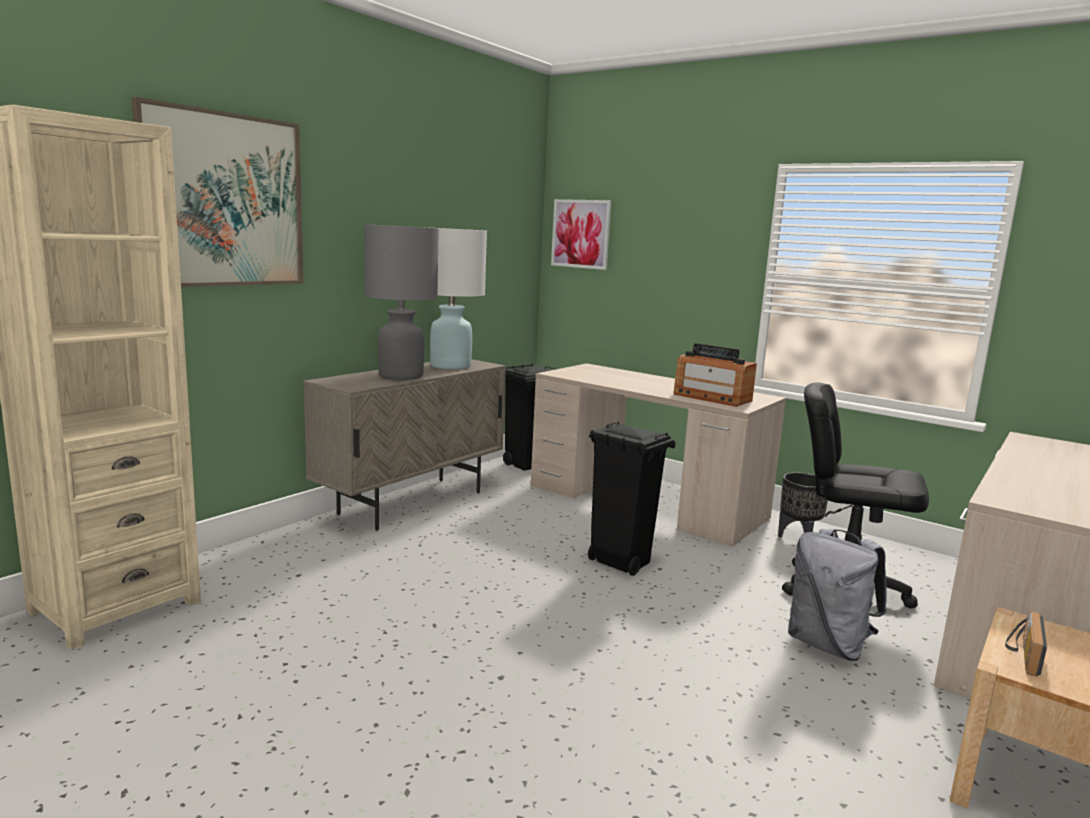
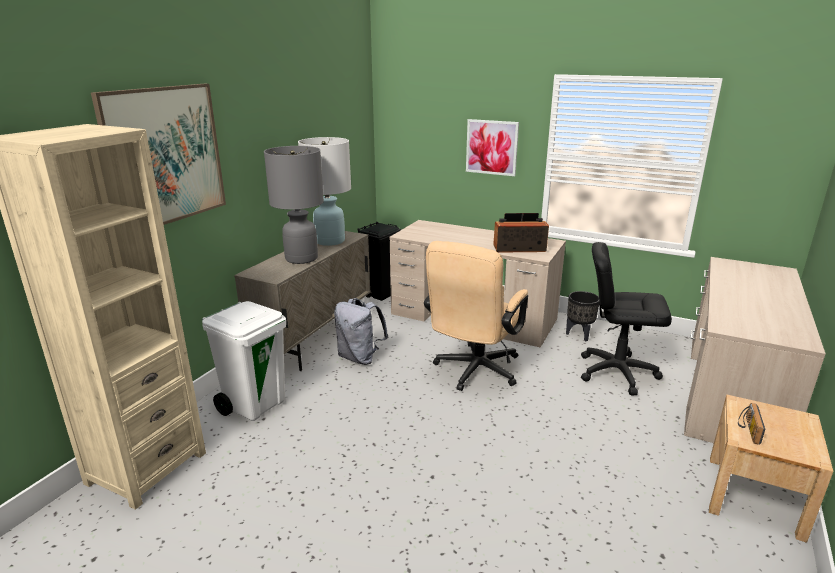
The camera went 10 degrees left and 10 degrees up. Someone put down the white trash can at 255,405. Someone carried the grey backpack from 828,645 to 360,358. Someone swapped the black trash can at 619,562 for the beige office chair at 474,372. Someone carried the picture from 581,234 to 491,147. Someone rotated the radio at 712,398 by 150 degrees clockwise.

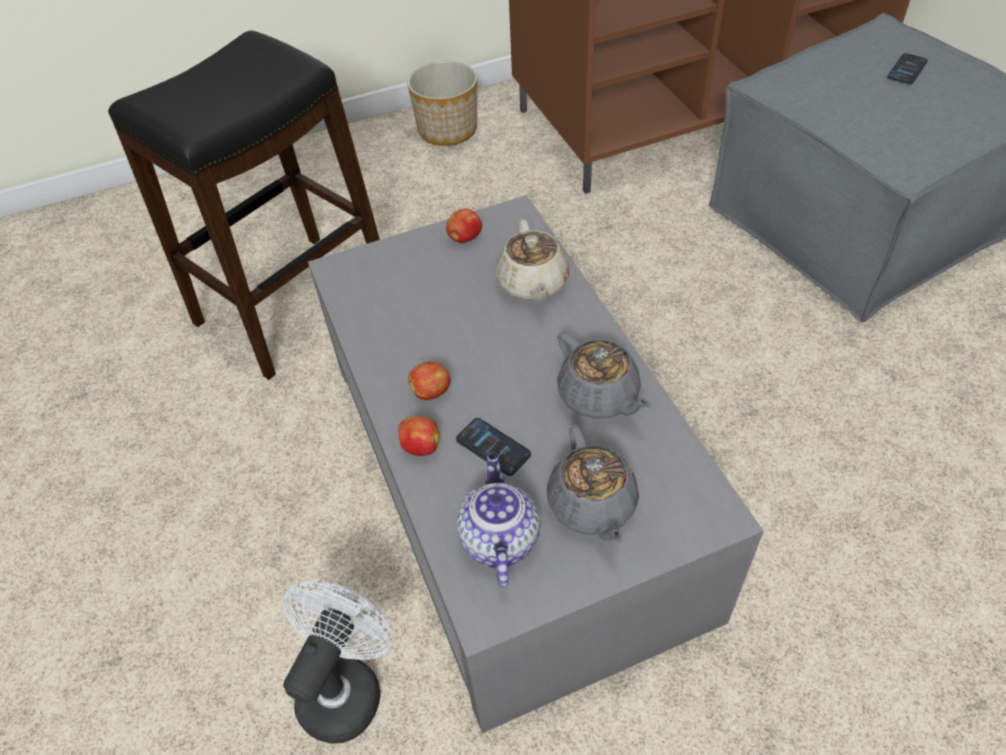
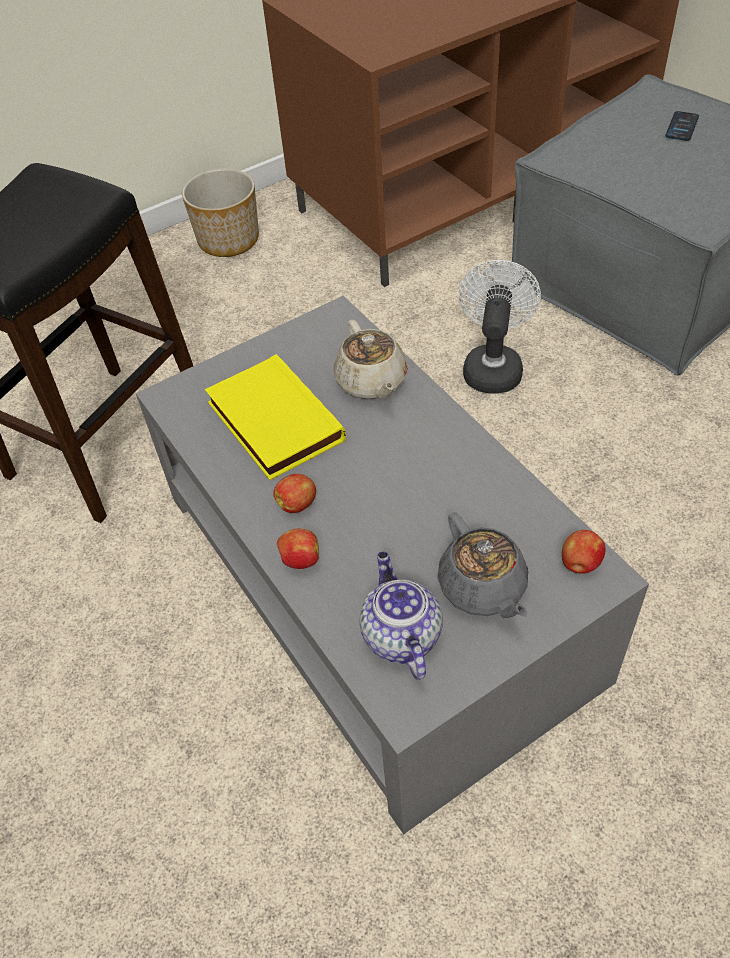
The camera went 10 degrees left and 0 degrees up. Someone put down the yellow book at 272,422. Someone carried the white fan from 345,686 to 493,366. Someone carried the apple from 464,238 to 580,563. Someone took away the phone at 493,447. Someone took away the grey teapot at 599,396.

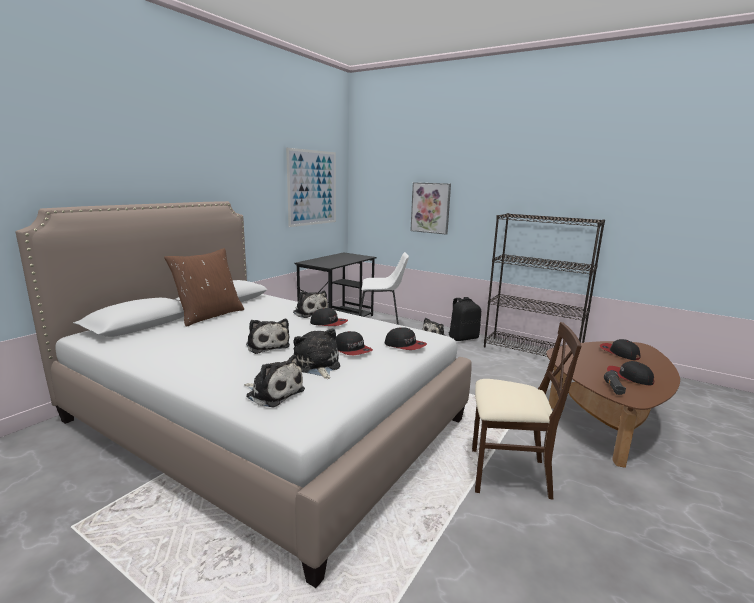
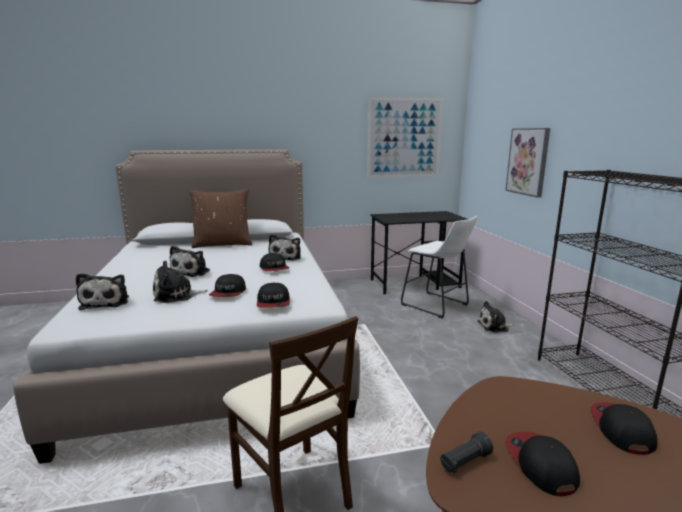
The camera went 45 degrees right and 0 degrees up. Someone rotated the plush toy at 317,366 by 135 degrees counterclockwise. Someone took away the black backpack at 463,338.

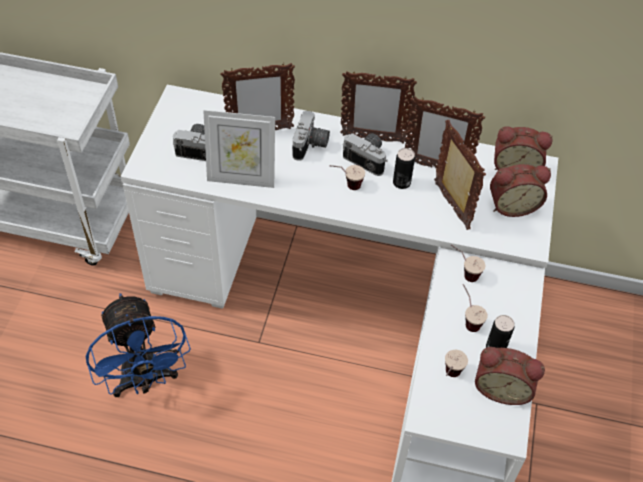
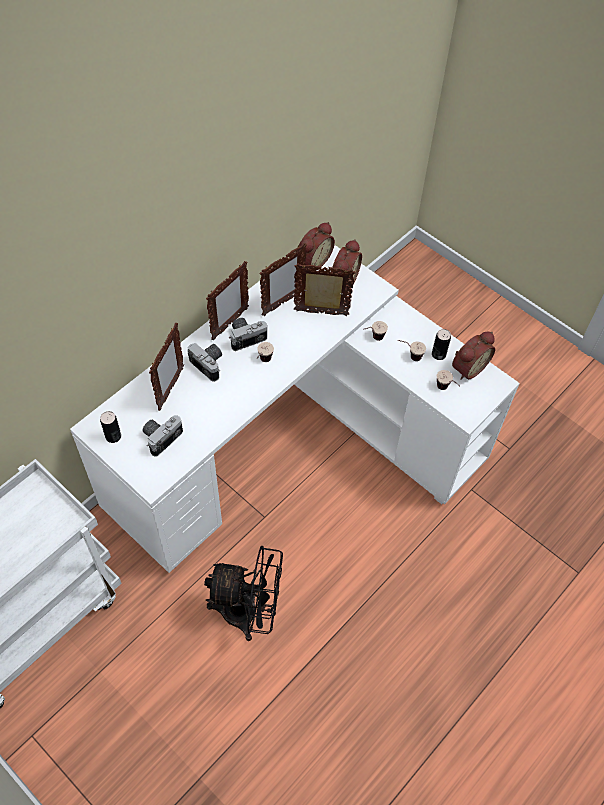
The camera went 60 degrees left and 5 degrees up. Someone carried the can from 401,182 to 113,436. Someone repainted the blue fan at 144,381, which became the black fan at 249,612. Someone took away the picture frame at 241,179.

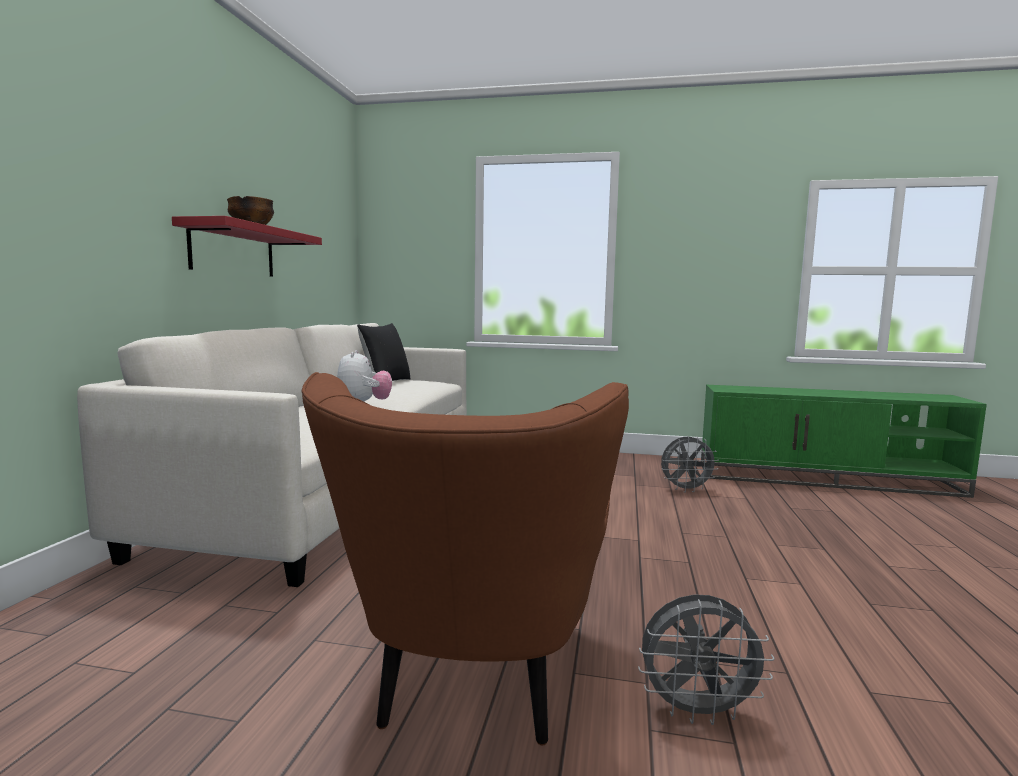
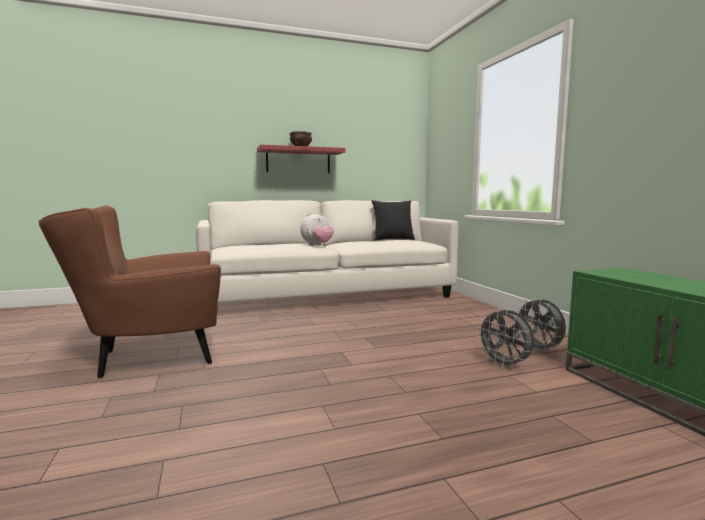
The camera went 60 degrees right and 0 degrees up. Someone carried the grey fan from 697,711 to 539,349.

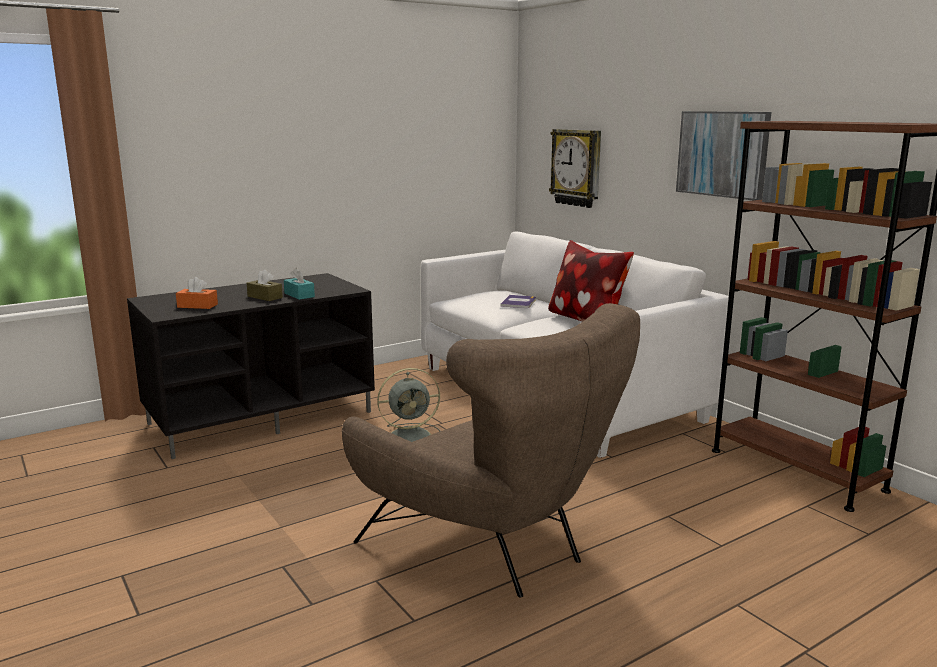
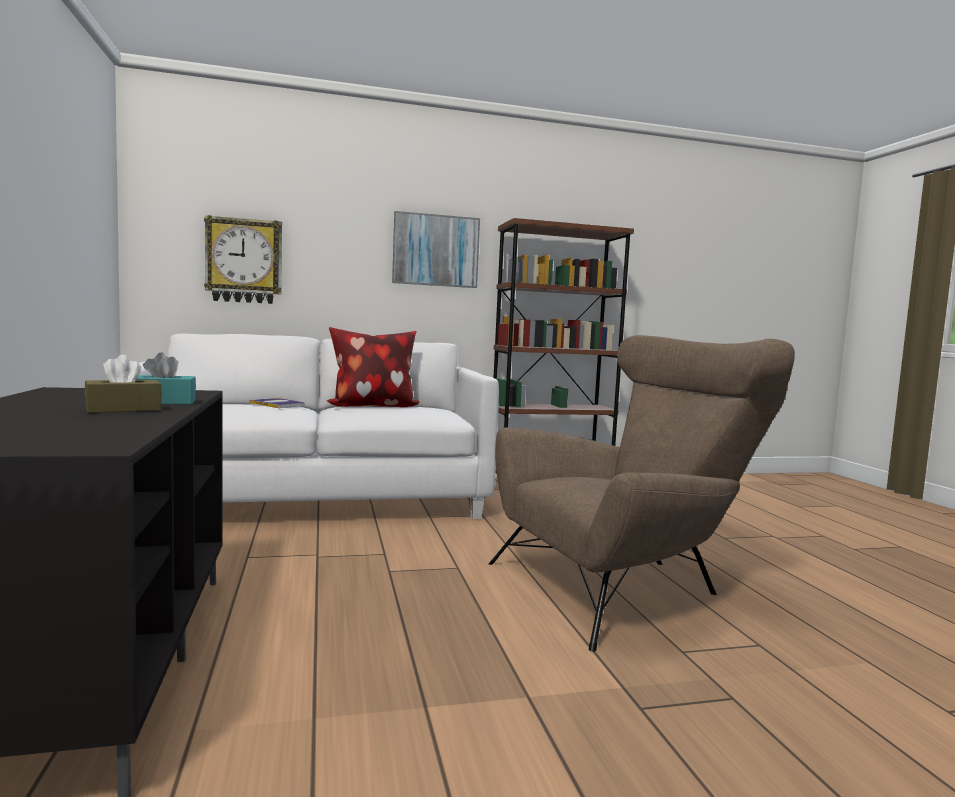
The camera went 70 degrees left and 10 degrees down. Someone took away the orange tissue box at 197,306. Someone took away the grey fan at 412,436.

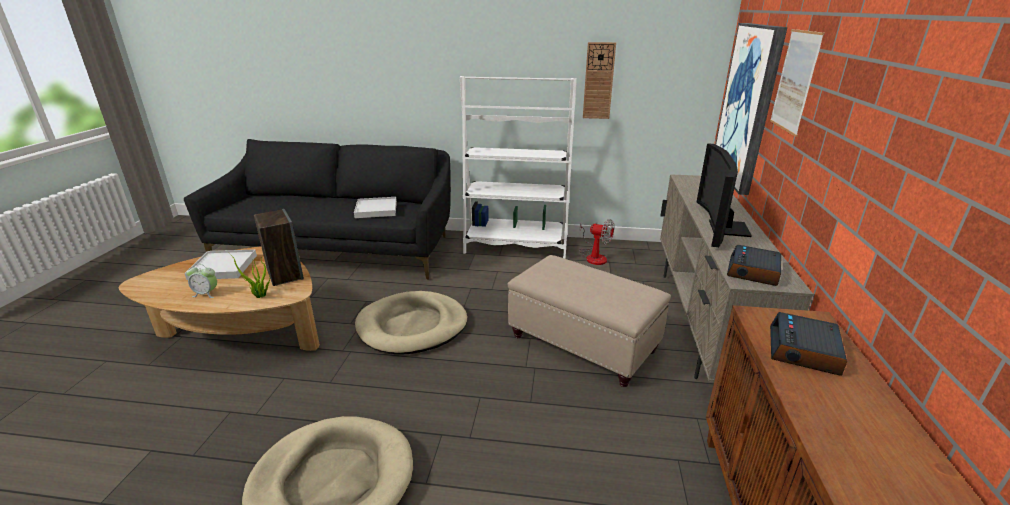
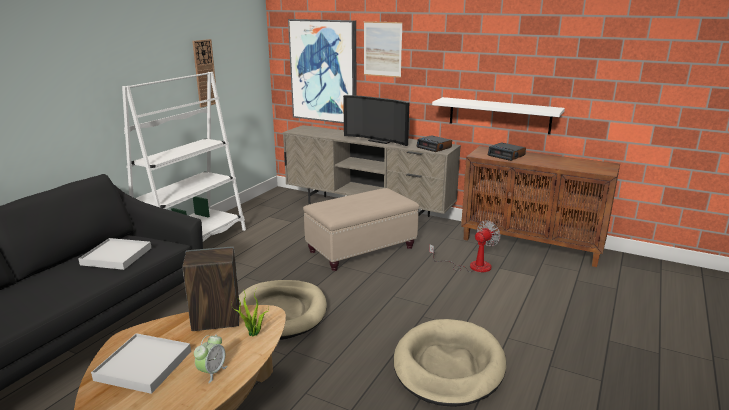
The camera went 70 degrees left and 5 degrees down. Someone carried the fan from 593,256 to 471,266. Someone put up the white shelf at 499,115.

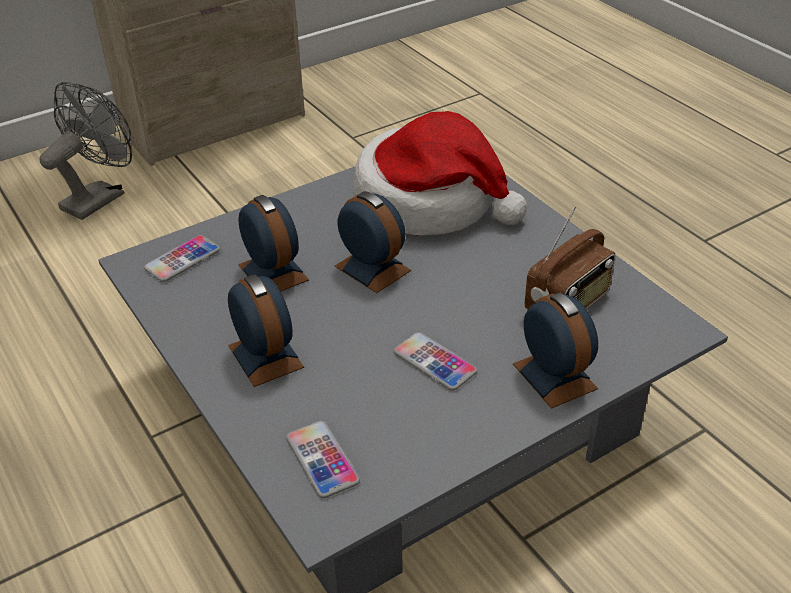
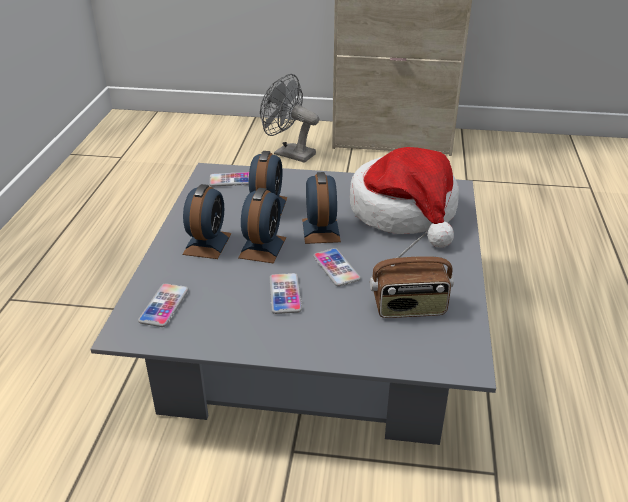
The camera went 40 degrees right and 5 degrees down. Someone carried the alarm clock from 554,376 to 262,247. Someone rotated the grey fan at 100,197 by 135 degrees counterclockwise. Someone put down the phone at 336,268.

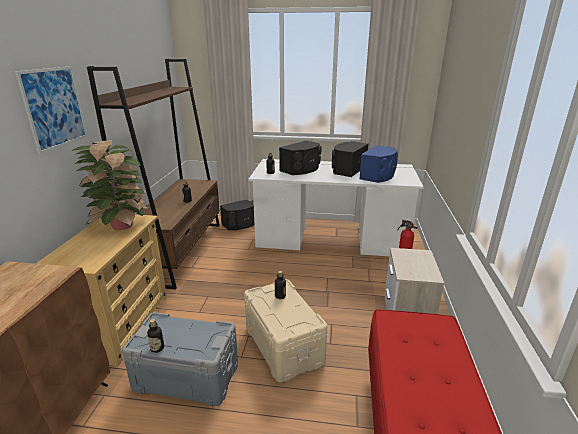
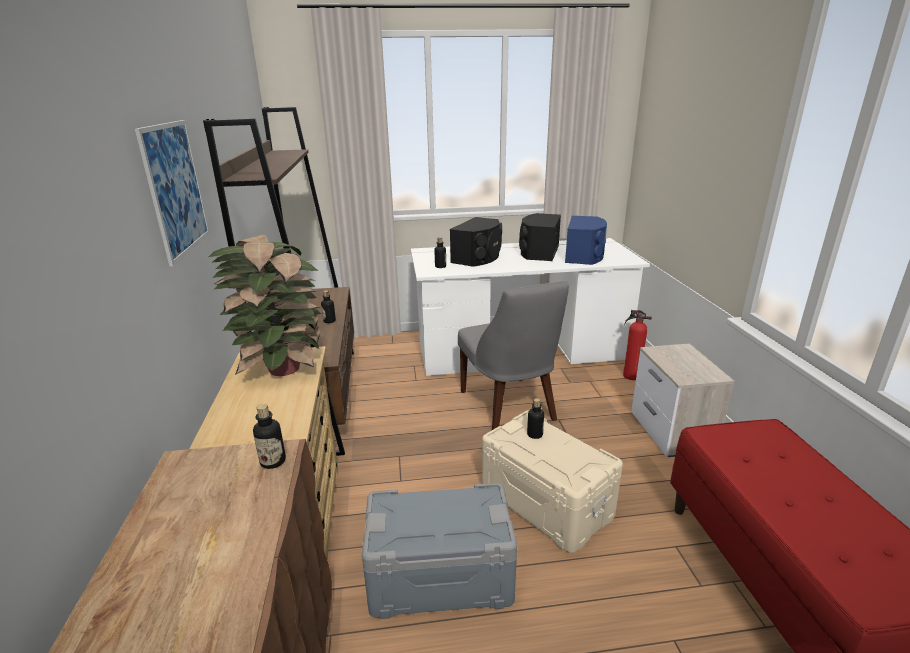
The camera went 15 degrees left and 0 degrees up. Someone carried the bottle from 157,348 to 273,461. Someone put down the grey chair at 509,407. Someone took away the black speaker at 241,224.

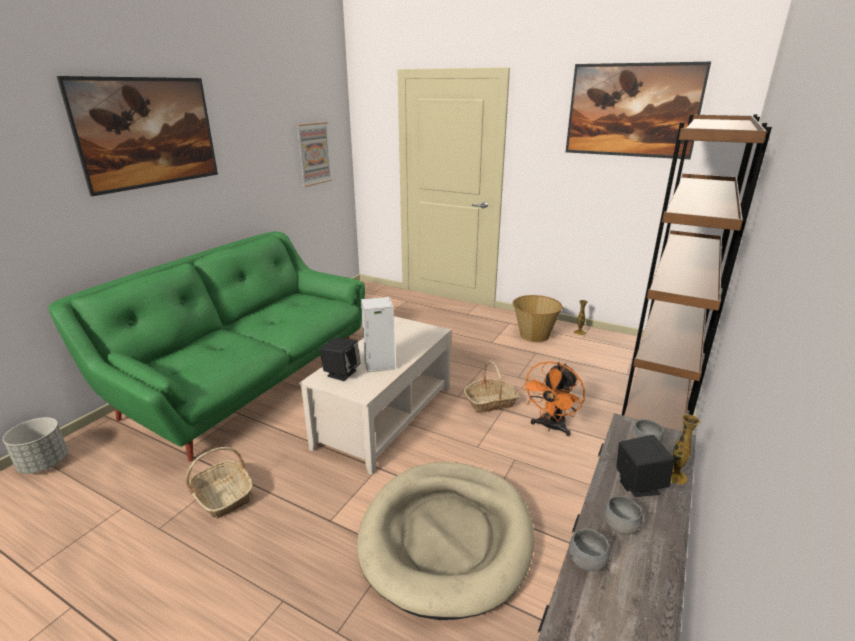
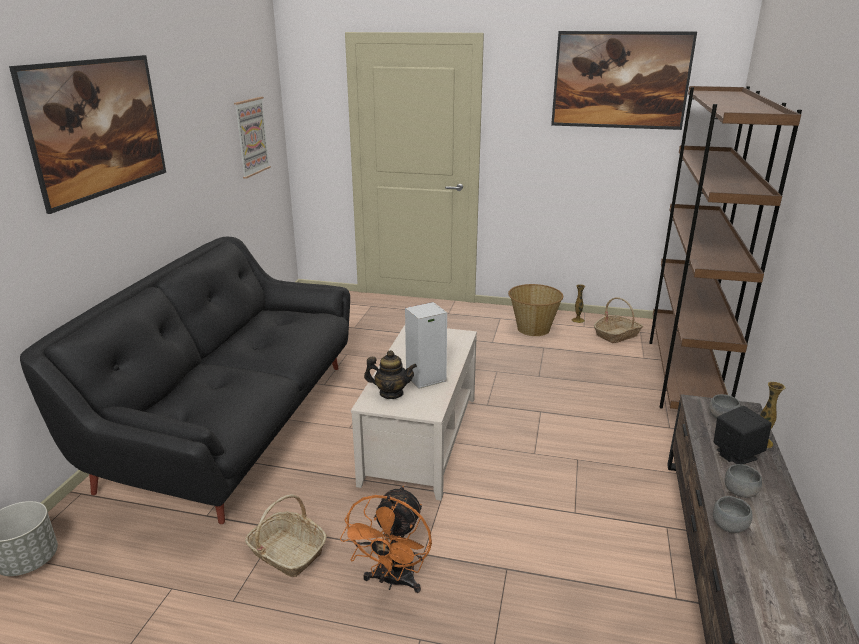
The camera went 15 degrees left and 0 degrees up. Someone repainted the green sofa at 248,381, which became the black sofa at 234,423. Someone carried the orange fan from 551,427 to 393,581. Someone swapped the black speaker at 341,373 for the teapot at 391,393. Someone carried the basket from 490,402 to 617,335. Someone took away the beige dog bed at 446,537.

